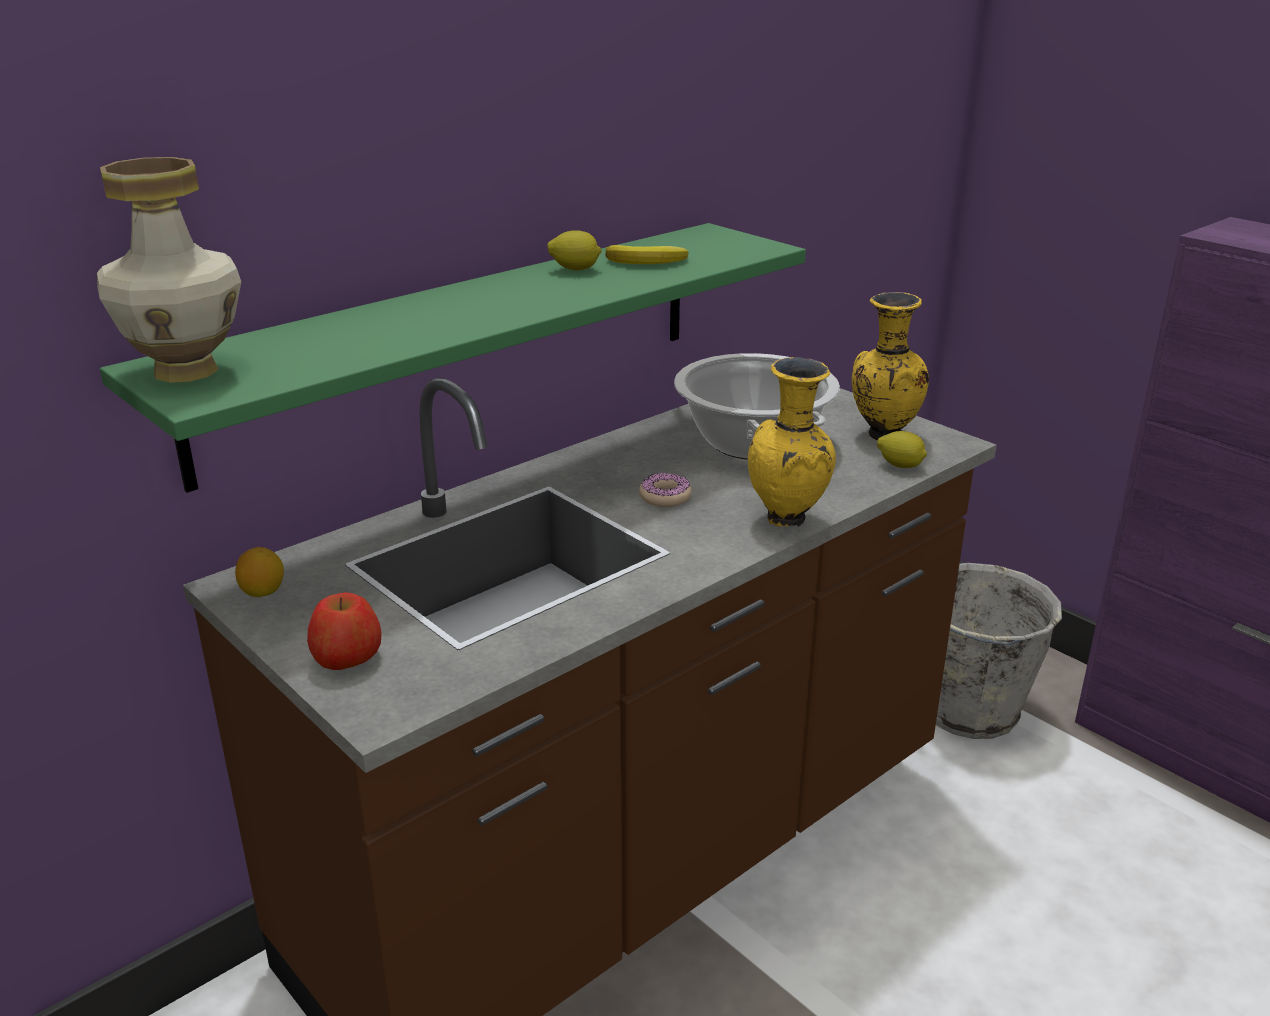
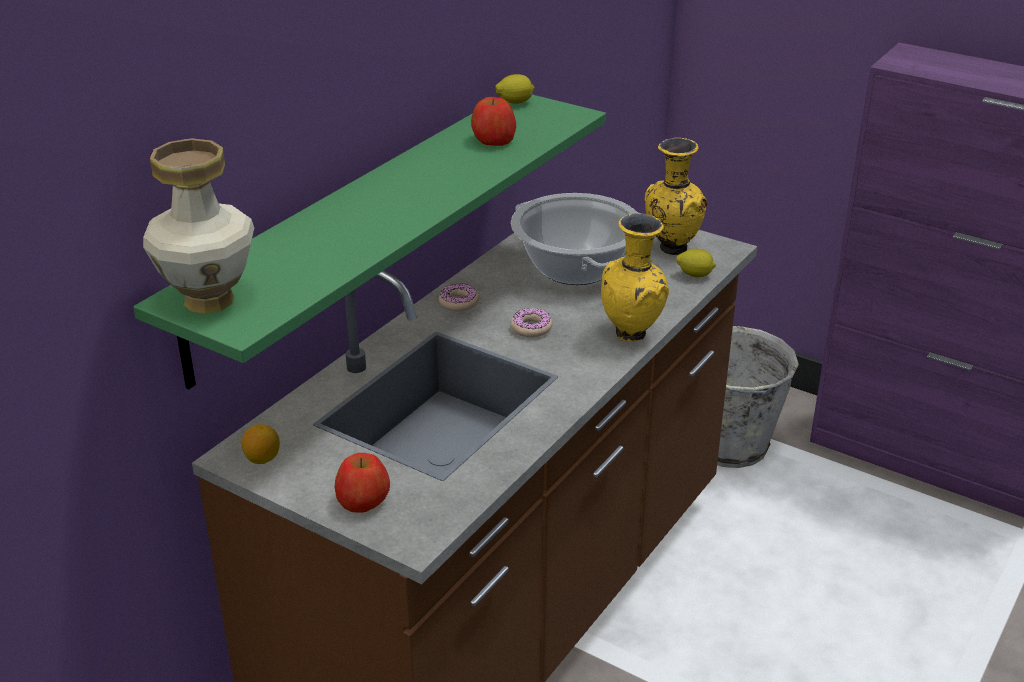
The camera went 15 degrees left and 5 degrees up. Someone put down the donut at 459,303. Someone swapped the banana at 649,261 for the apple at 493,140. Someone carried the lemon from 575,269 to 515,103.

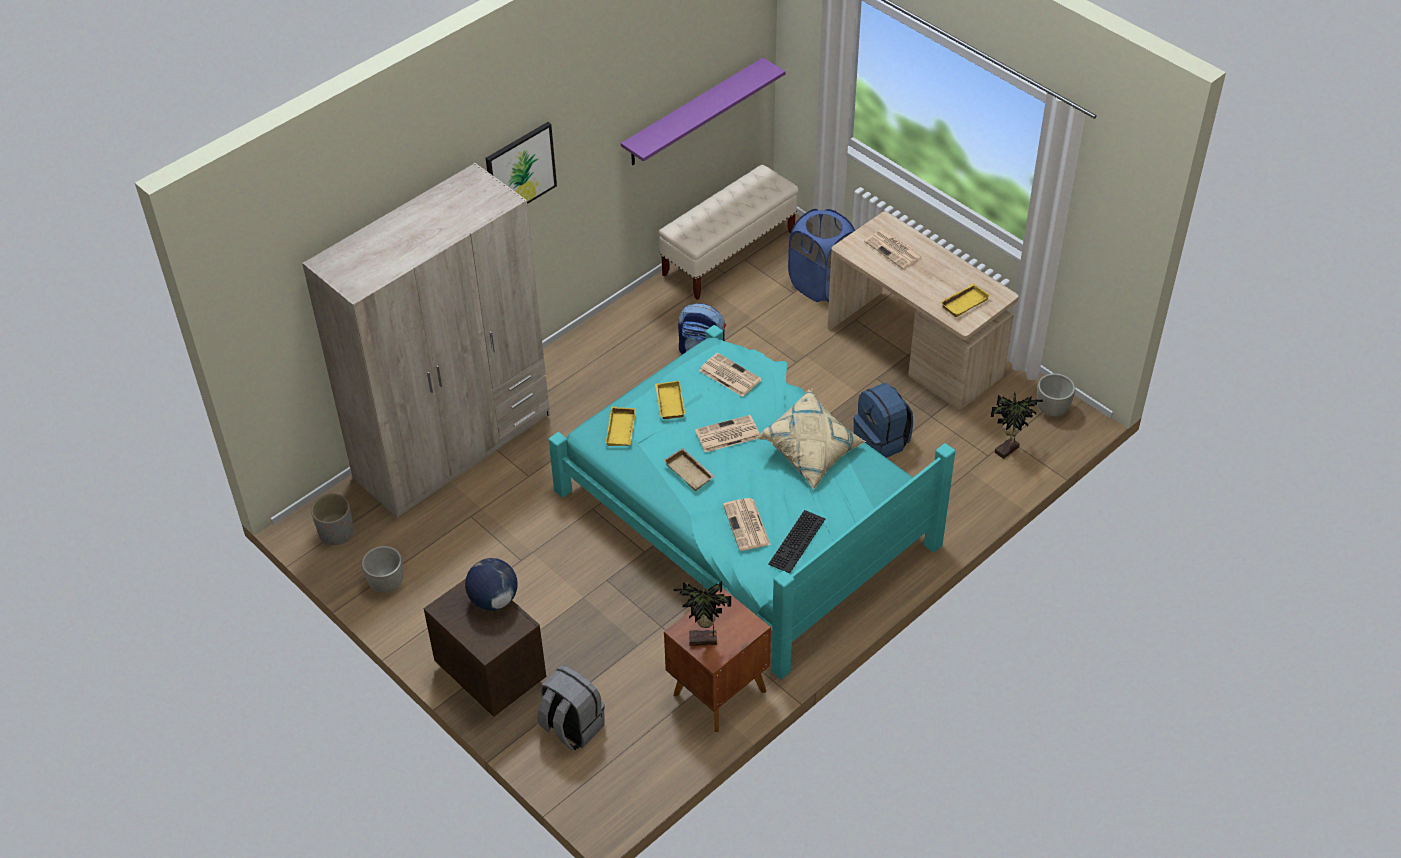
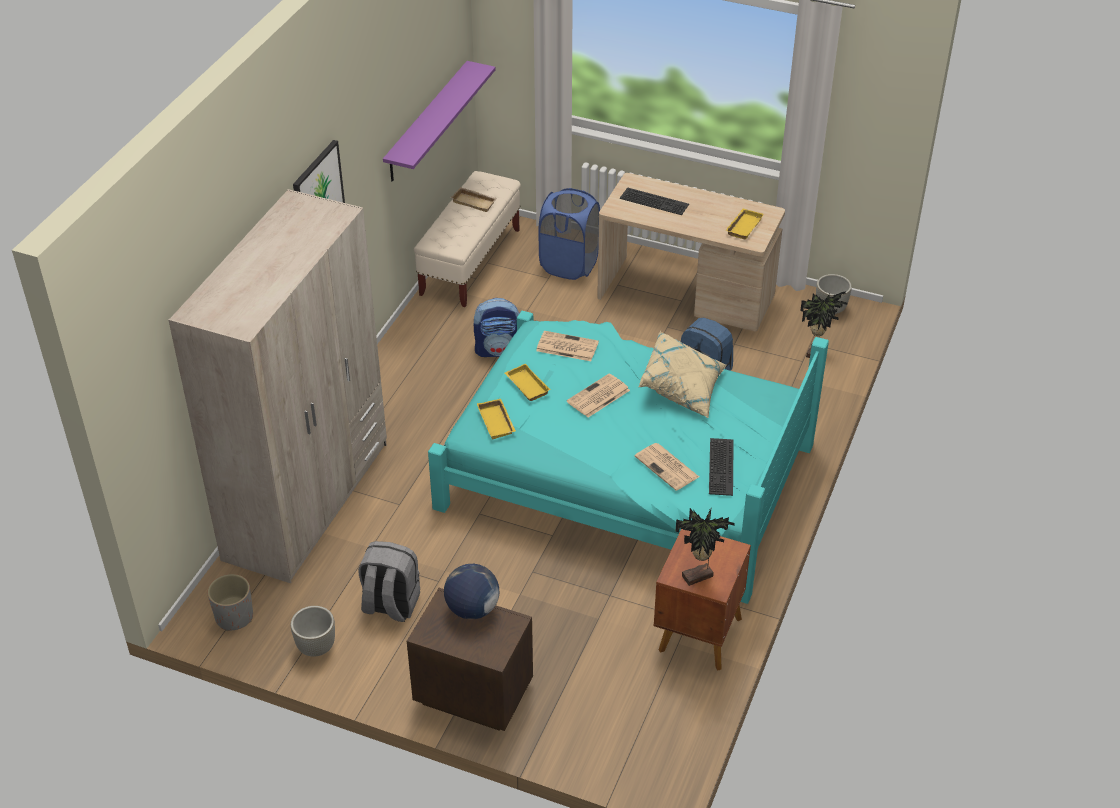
The camera went 25 degrees left and 5 degrees down. Someone carried the grey backpack from 571,727 to 390,605. Someone carried the beige tray from 690,472 to 475,202. Someone swapped the newspaper at 894,250 for the keyboard at 655,201.

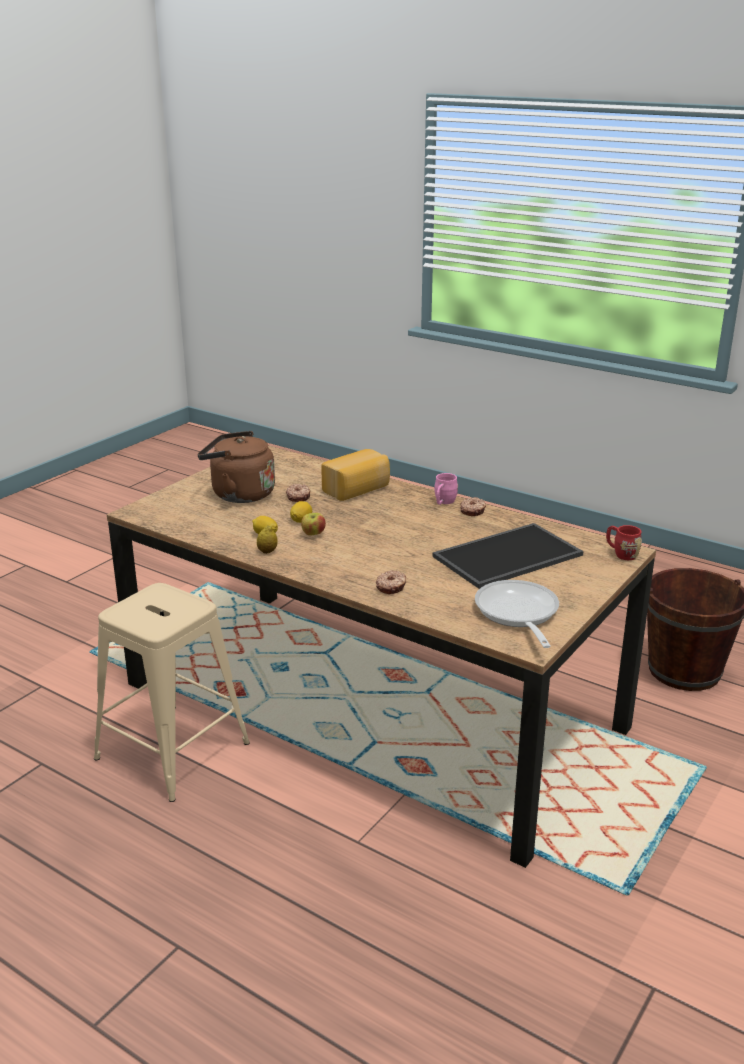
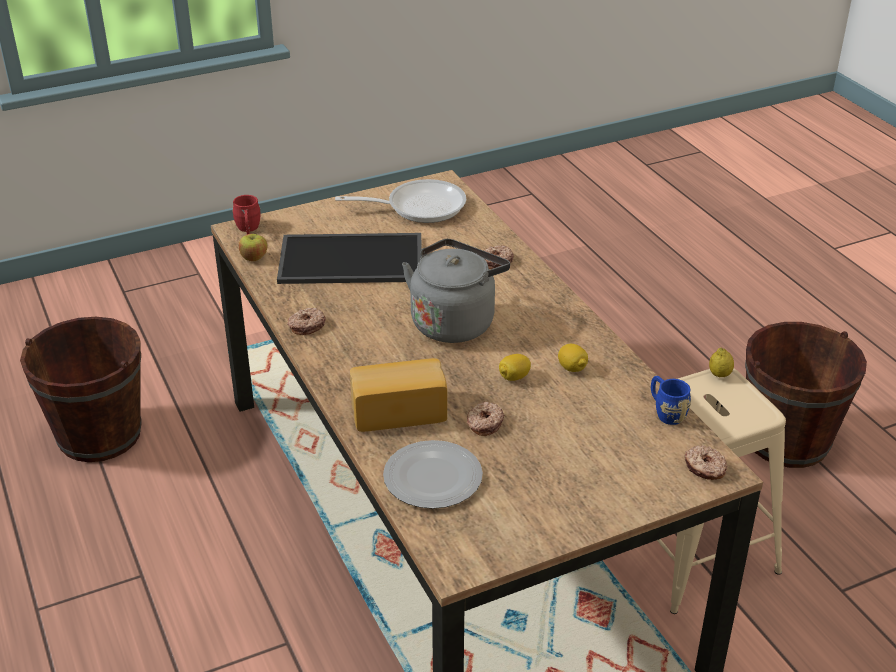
The camera went 150 degrees left and 10 degrees up. Someone carried the apple from 313,534 to 254,258. Someone rotated the frying pan at 517,614 by 120 degrees counterclockwise. Someone put down the plate at 434,477. Someone put down the grey kettle at 455,321. Someone put down the blue mug at 666,412. Someone put down the donut at 704,468. Someone carried the lemon from 267,551 to 719,375. Someone put down the brown bucket at 787,440. Someone took away the brown kettle at 239,494. Someone took away the pink mug at 443,502.

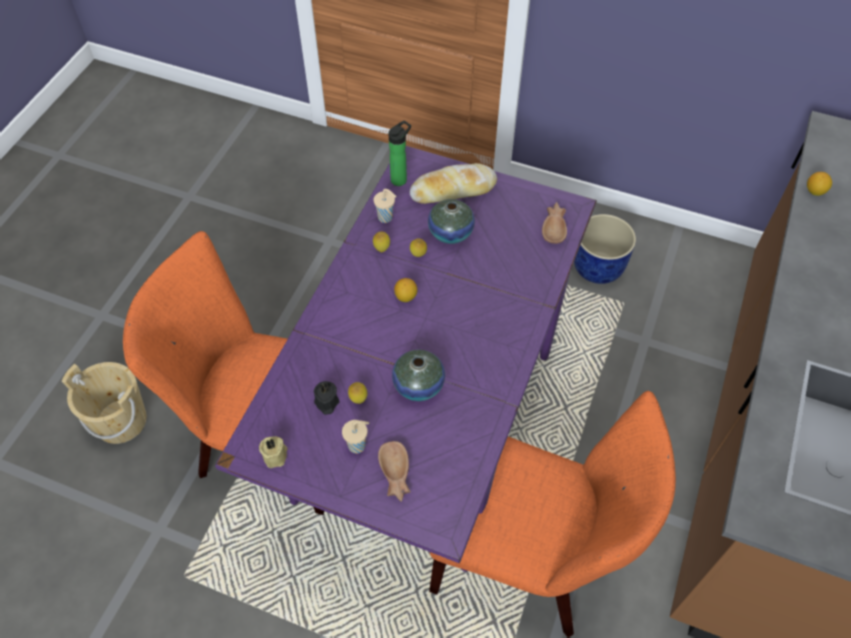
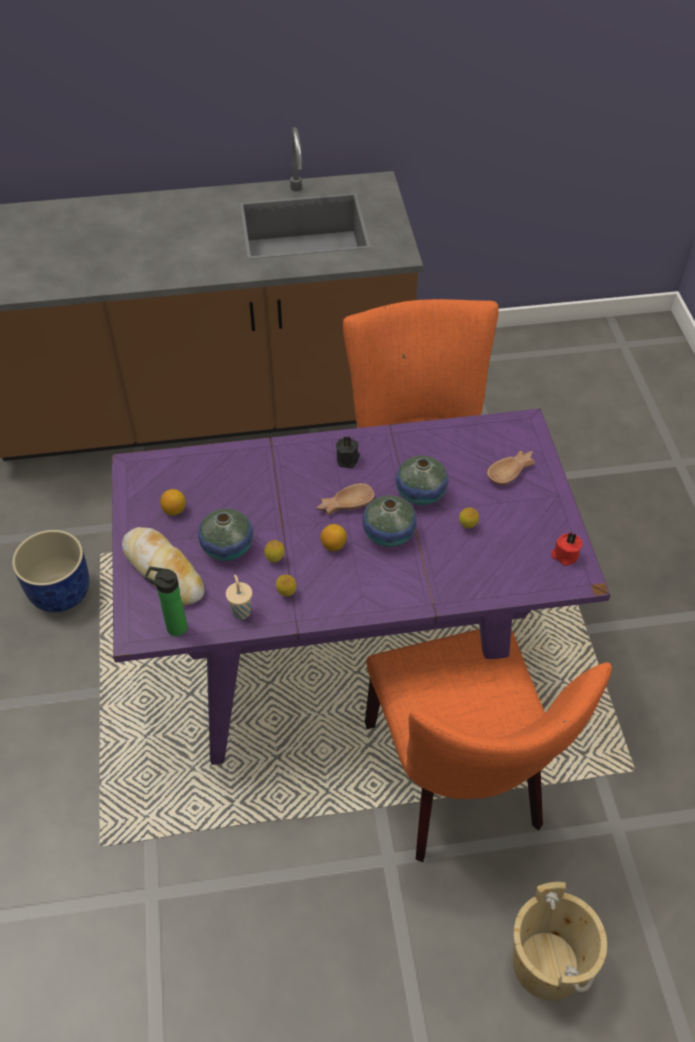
The camera went 120 degrees left and 5 degrees down. Someone carried the lemon from 815,191 to 174,510. Someone carried the brown bowl from 555,227 to 344,503. Someone carried the black candle from 326,403 to 348,459. Someone put down the vase at 388,533. Someone repainted the beige candle at 276,455, which became the red candle at 564,555. Someone took away the beige cup at 358,445.

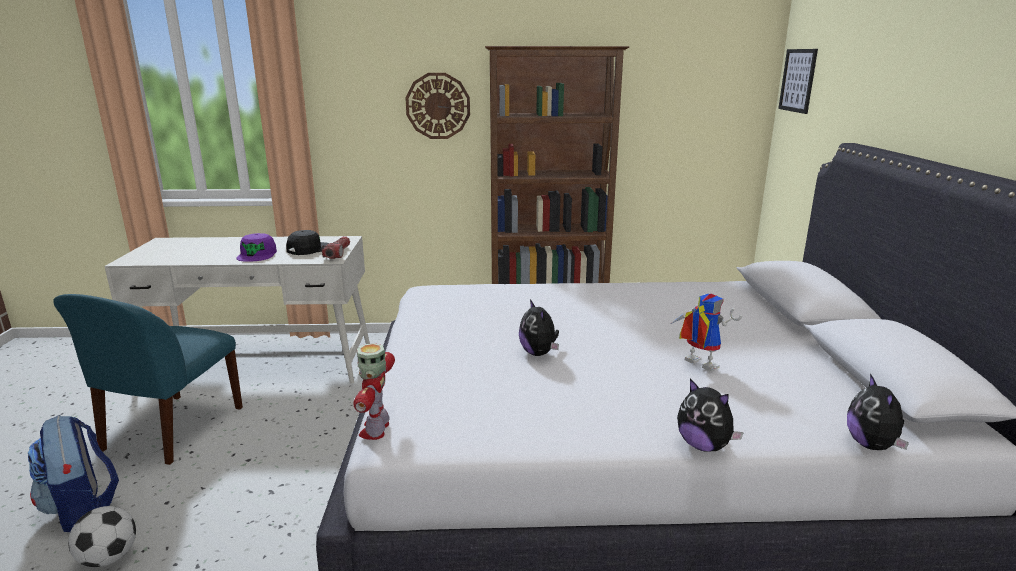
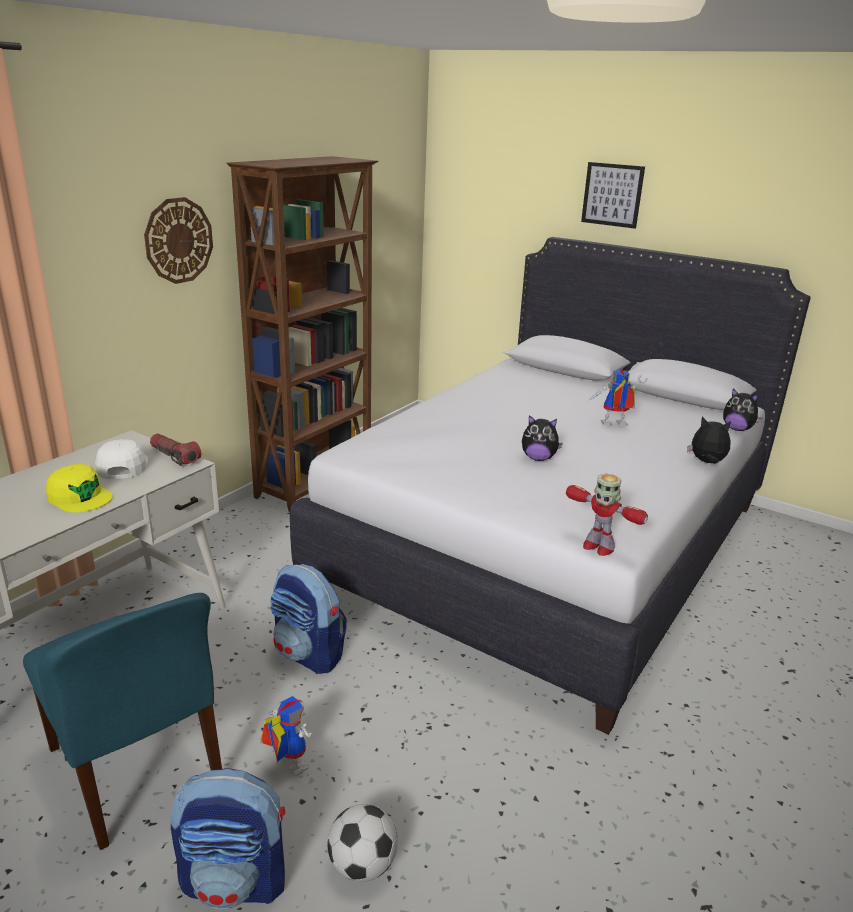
The camera went 55 degrees left and 5 degrees up. Someone repainted the purple cap at 257,254, which became the yellow cap at 80,497. Someone repainted the black cap at 308,249, which became the white cap at 122,466. Someone put down the toy robot at 286,764. Someone put down the backpack at 309,654. Someone carried the picture from 798,80 to 612,195. Someone rotated the plush toy at 704,446 by 150 degrees counterclockwise.

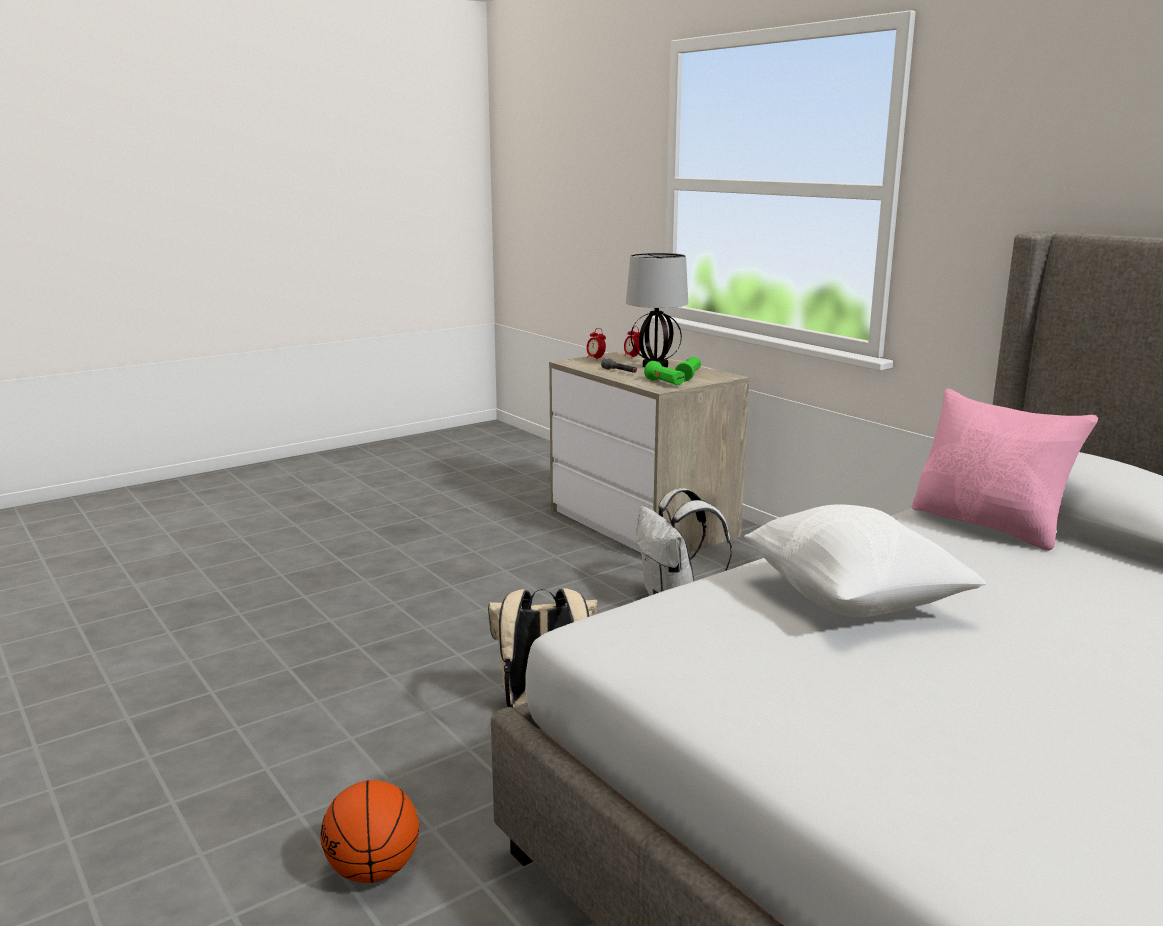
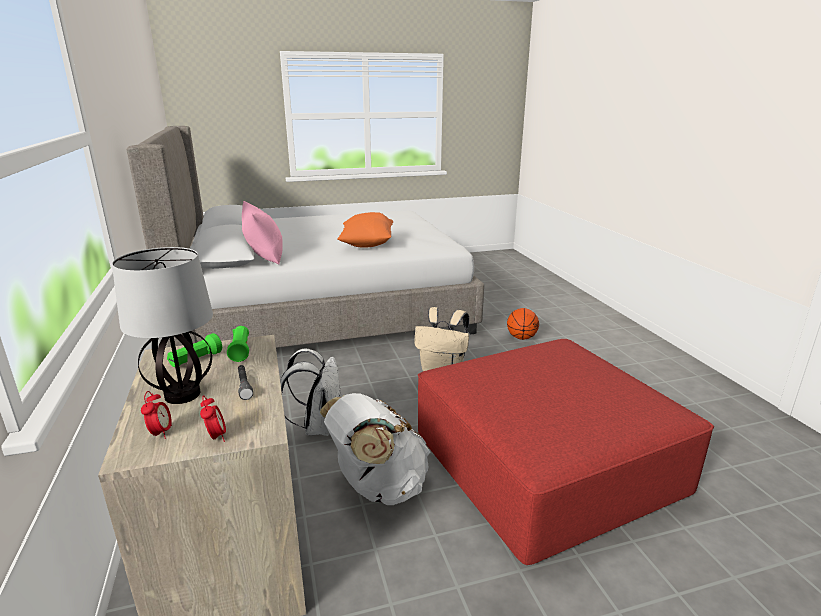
The camera went 160 degrees left and 5 degrees up. Someone put down the white backpack at 378,487. Someone repainted the white pillow at 852,601, which became the orange pillow at 367,244. Someone put down the red ottoman at 545,465.

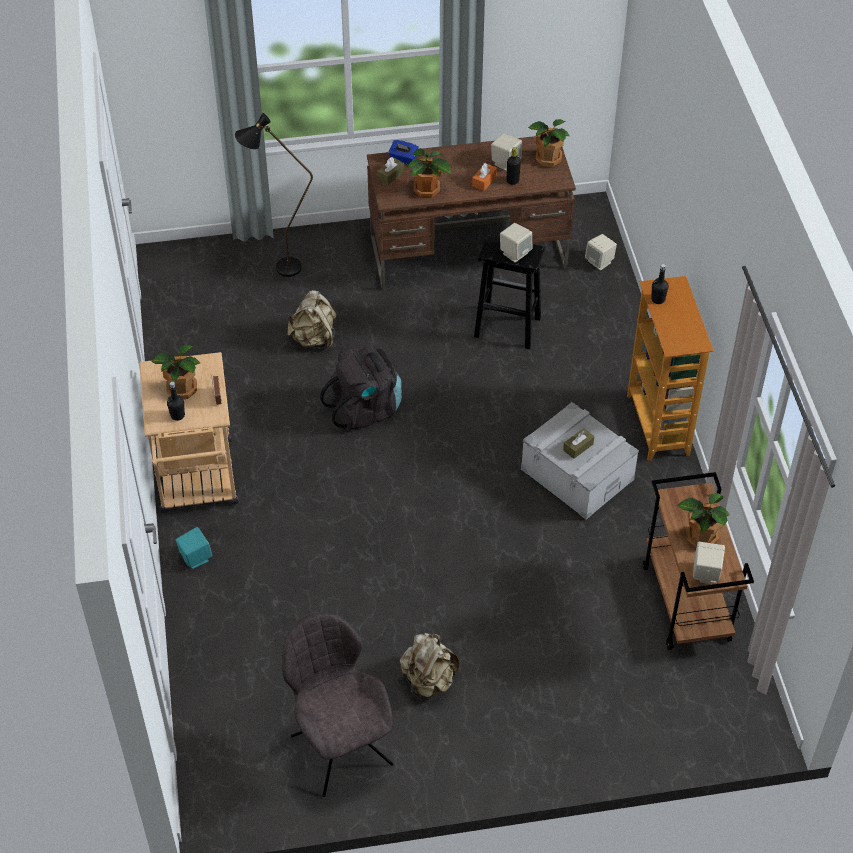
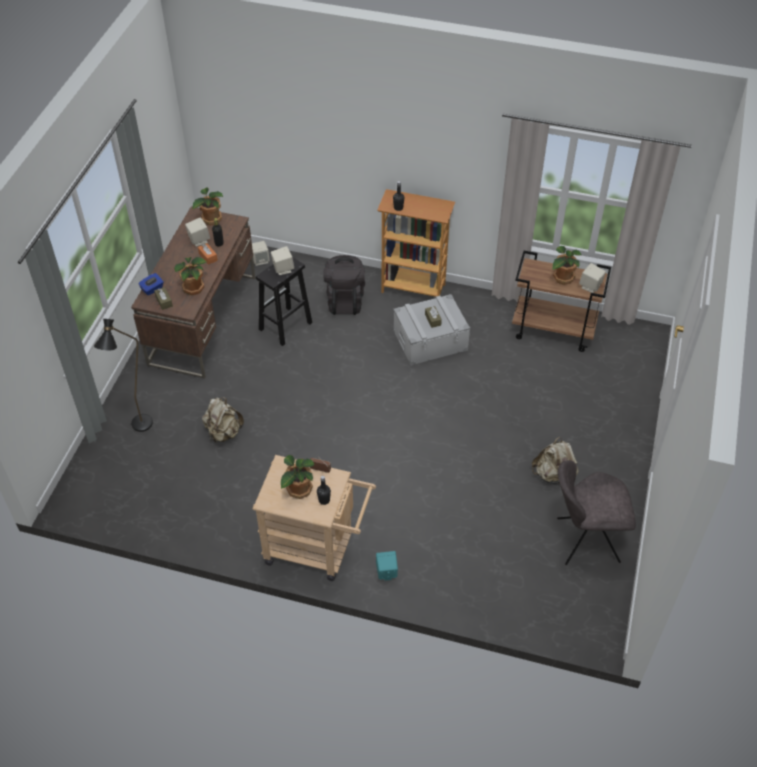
The camera went 65 degrees left and 0 degrees up. Someone carried the black backpack from 365,410 to 345,300.

